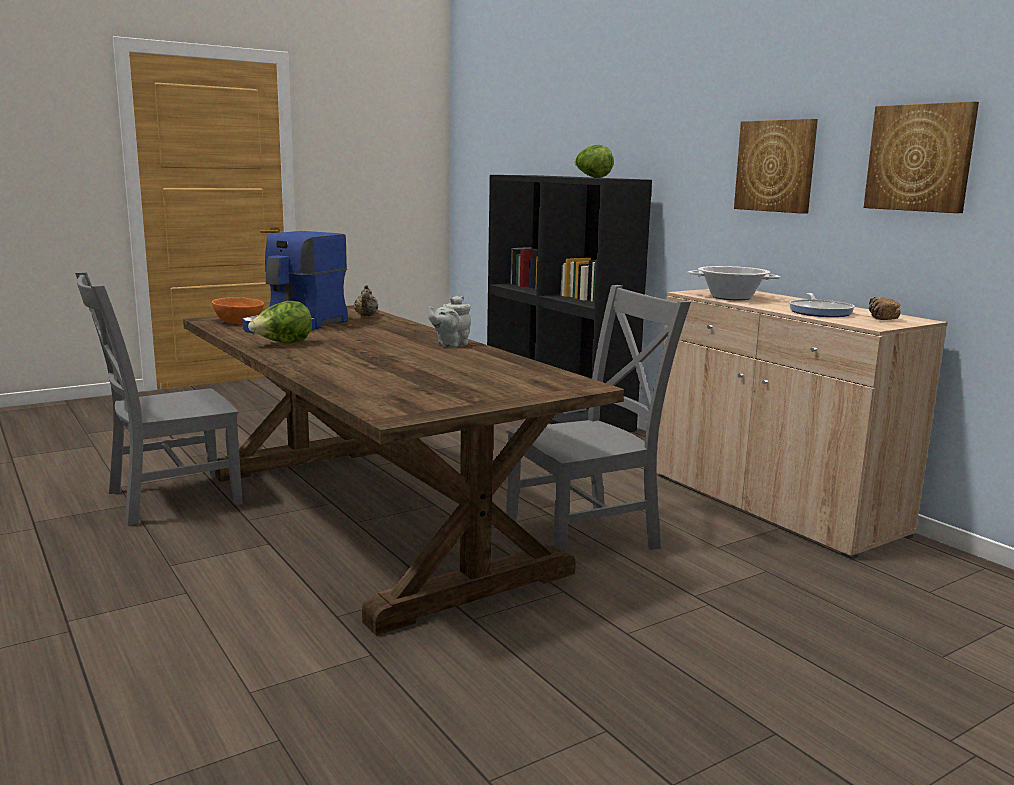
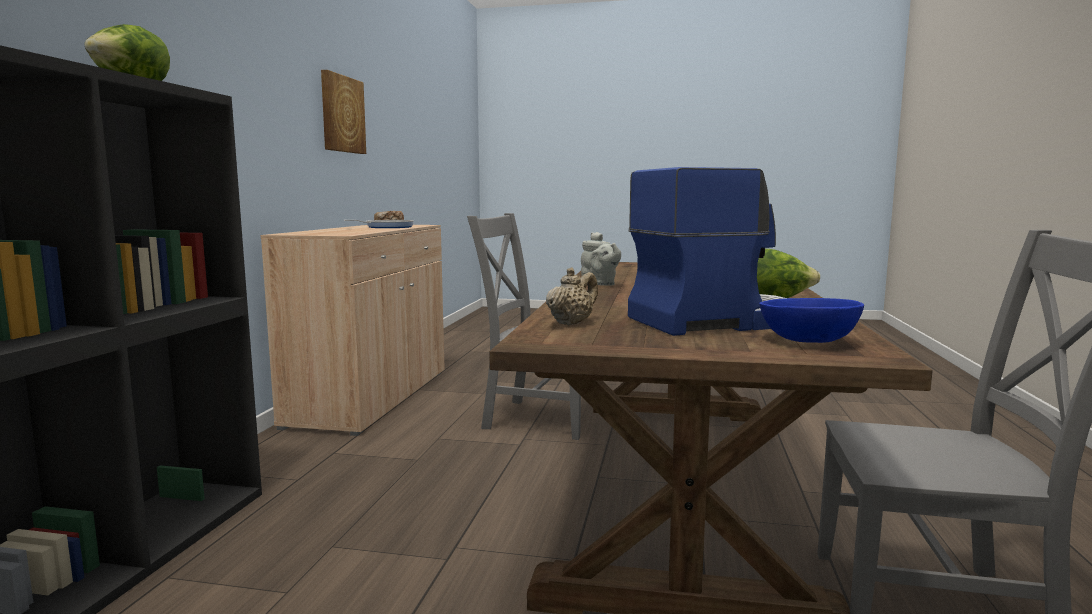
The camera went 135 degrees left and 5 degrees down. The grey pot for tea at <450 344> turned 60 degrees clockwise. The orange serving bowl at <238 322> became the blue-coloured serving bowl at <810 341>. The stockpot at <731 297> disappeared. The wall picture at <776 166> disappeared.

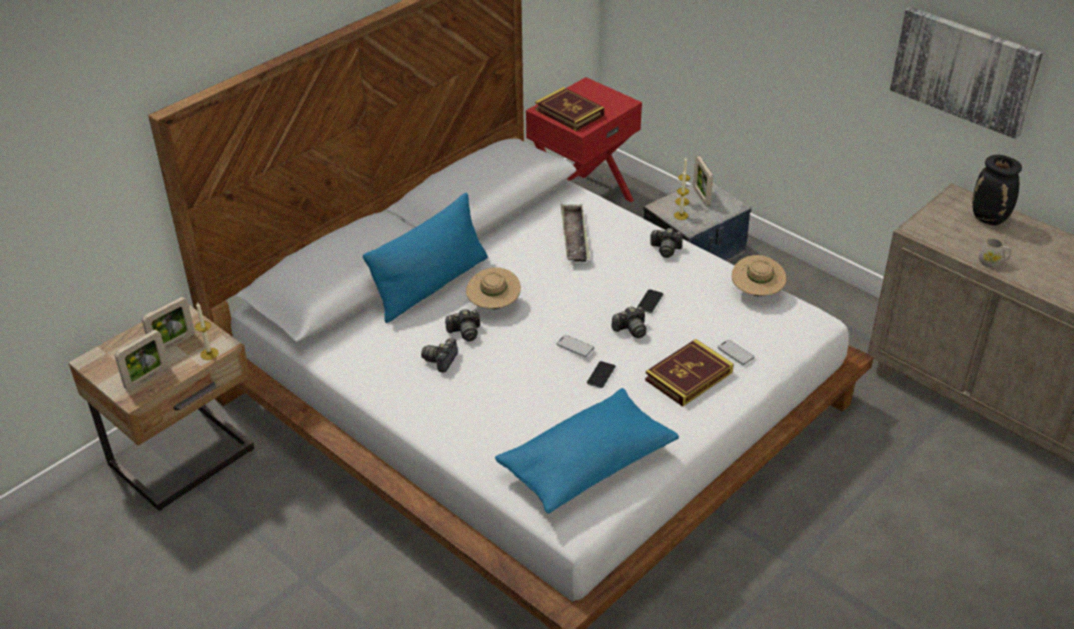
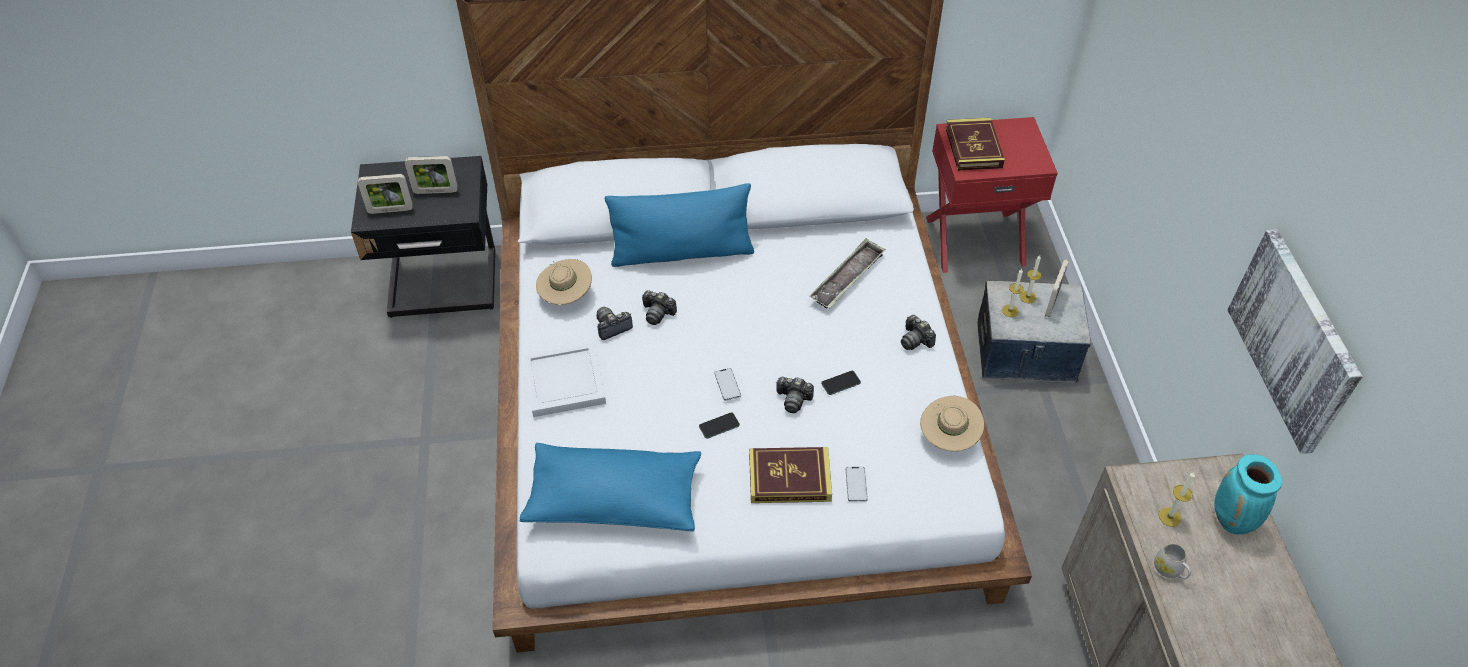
The camera went 40 degrees right and 10 degrees up. The sand-coloured nightstand at <185 459> became the blackish nightstand at <444 287>. The white-coloured serving tray at <563 381> appeared. The sand-coloured hat moved from <493 305> to <566 296>. The candle moved from <209 354> to <1169 517>. The blackish flower vase at <990 219> became the turquoise flower vase at <1232 521>.

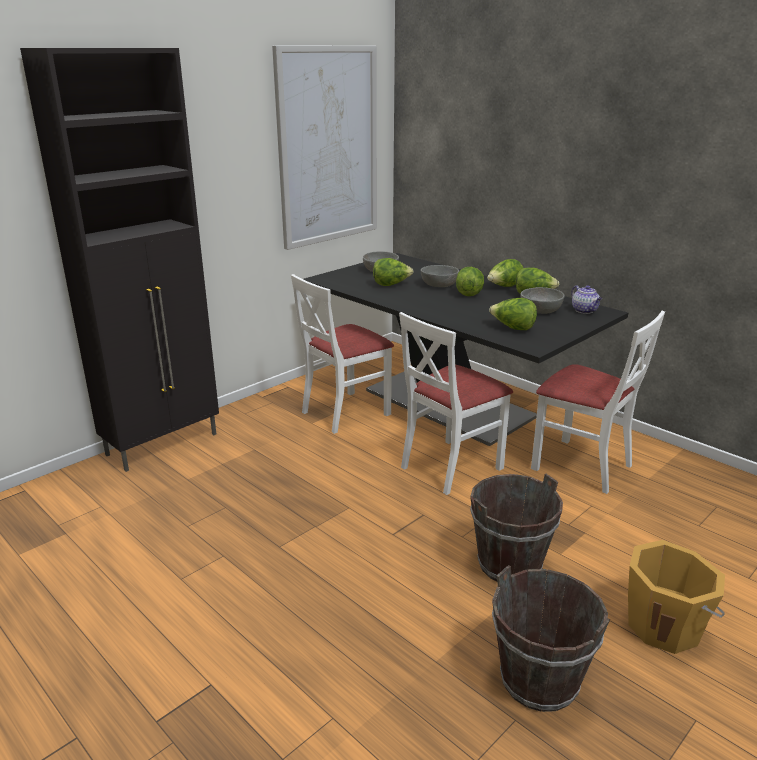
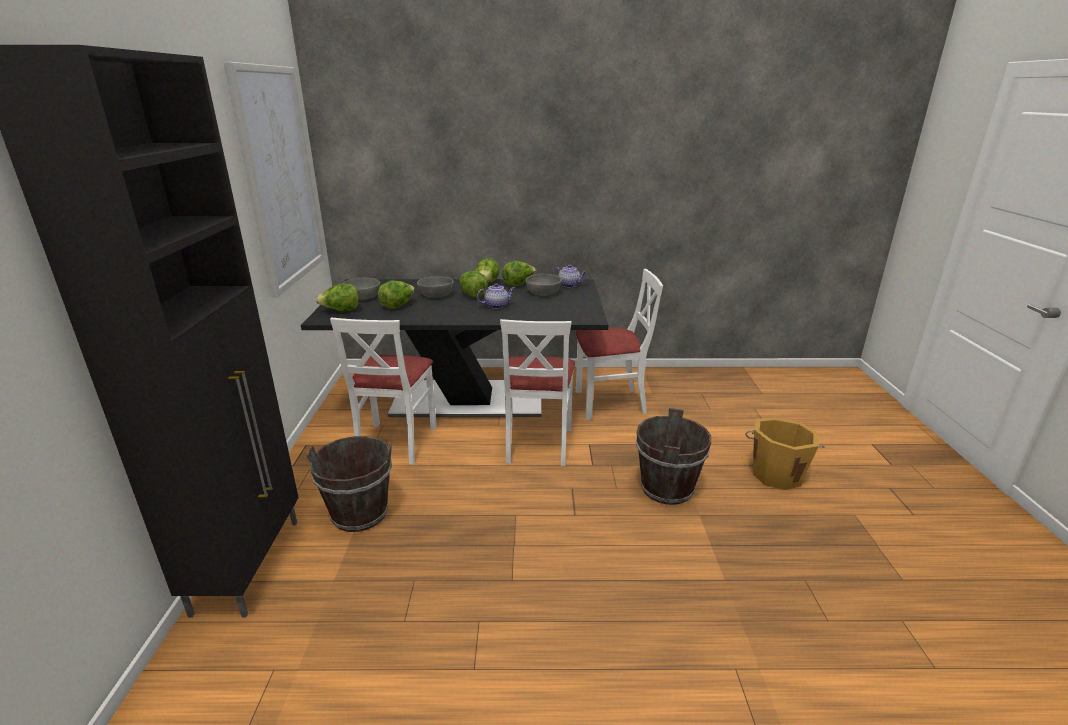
The camera went 45 degrees left and 0 degrees up. The brown bucket moved from <538 681> to <359 514>. The lettuce head moved from <513 328> to <341 311>. The pot for tea at <497 305> appeared.

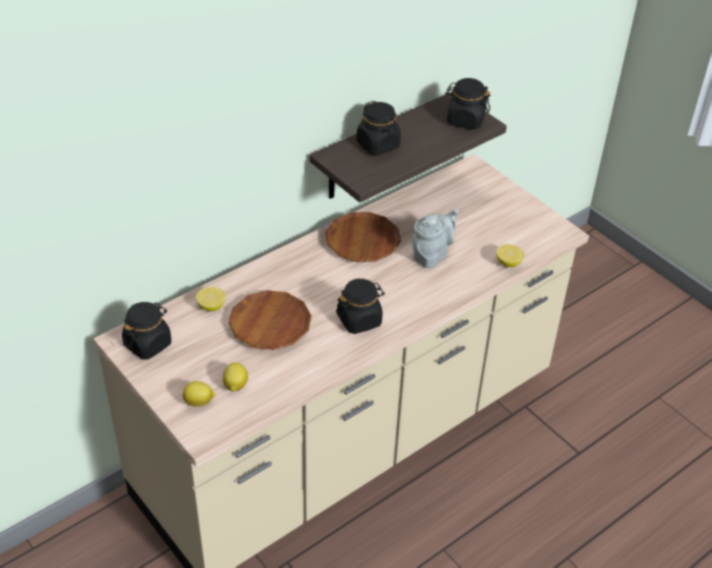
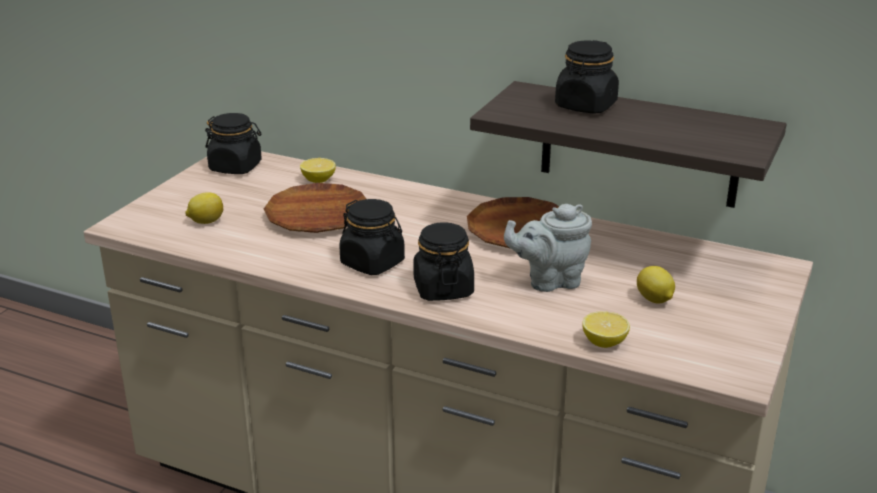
The camera went 65 degrees right and 15 degrees down. The blackish preserve jar moved from <465 120> to <443 289>. The grey pot for tea at <432 255> turned 150 degrees clockwise. The lemon moved from <199 402> to <654 300>.

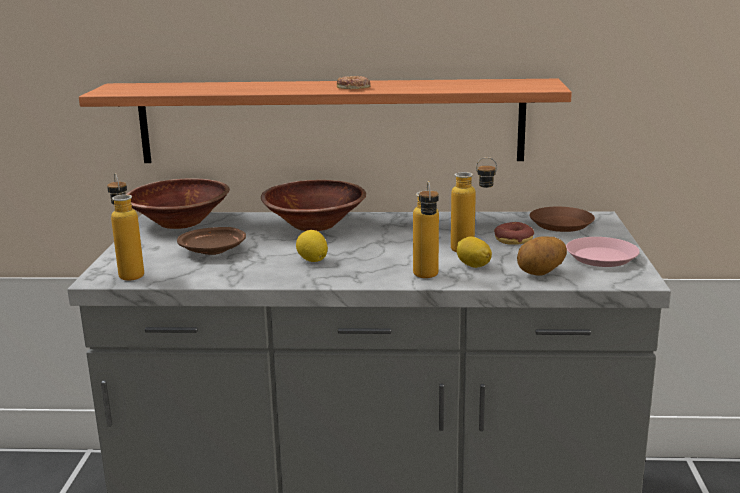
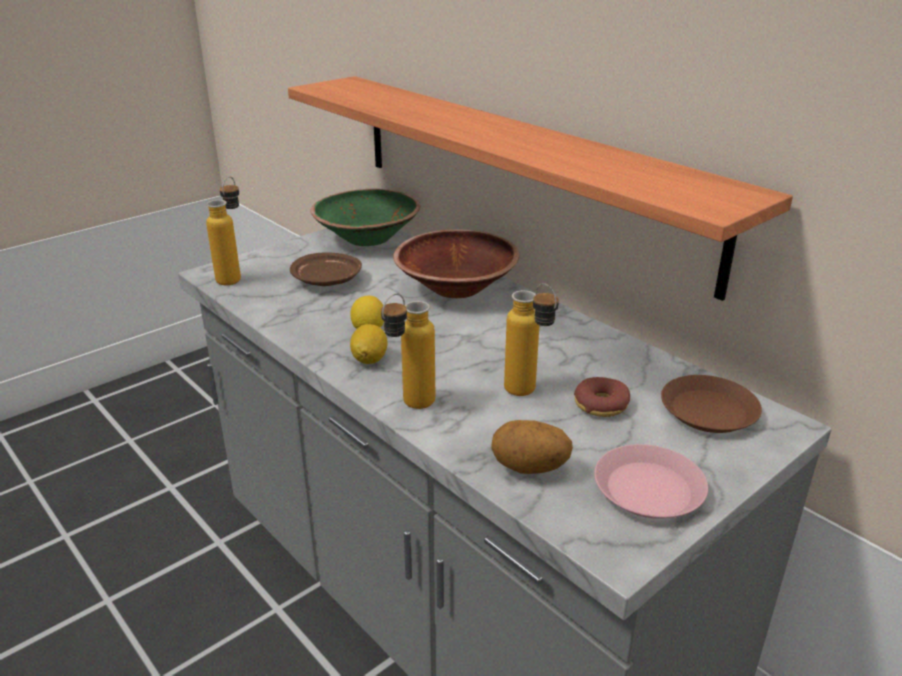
The camera went 45 degrees right and 10 degrees up. The brown serving bowl at <180 222> became the greenish serving bowl at <368 238>. The lemon moved from <473 265> to <369 359>. The doughnut at <353 87> disappeared.

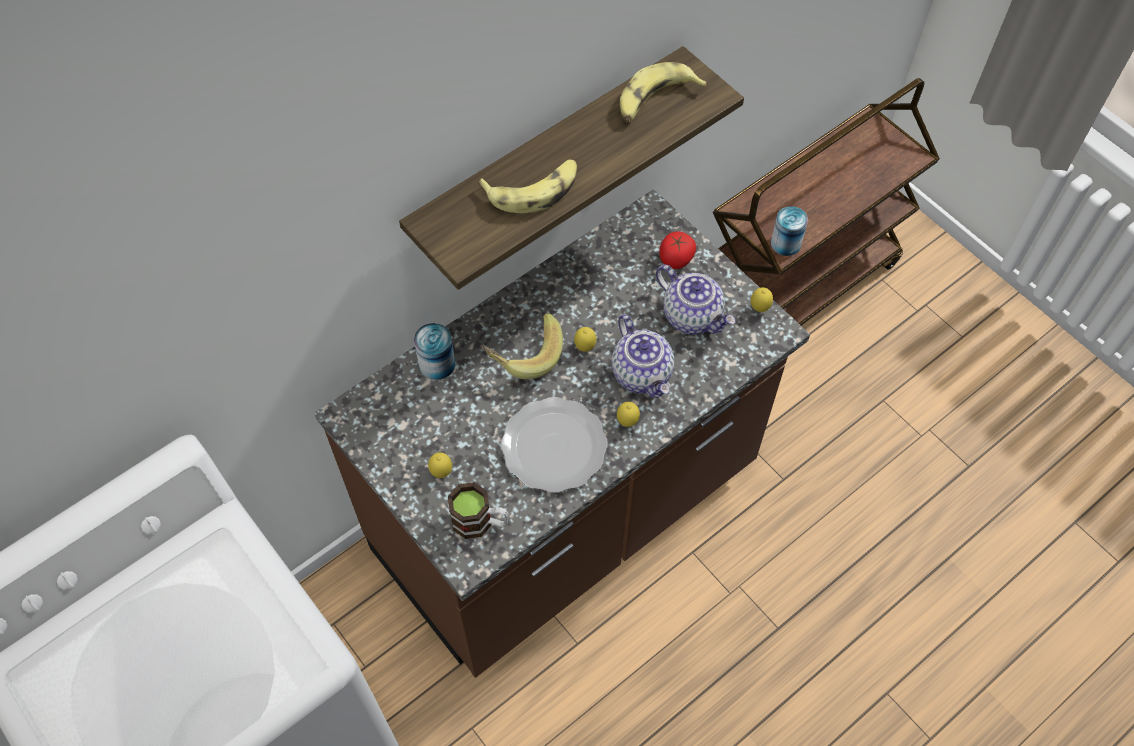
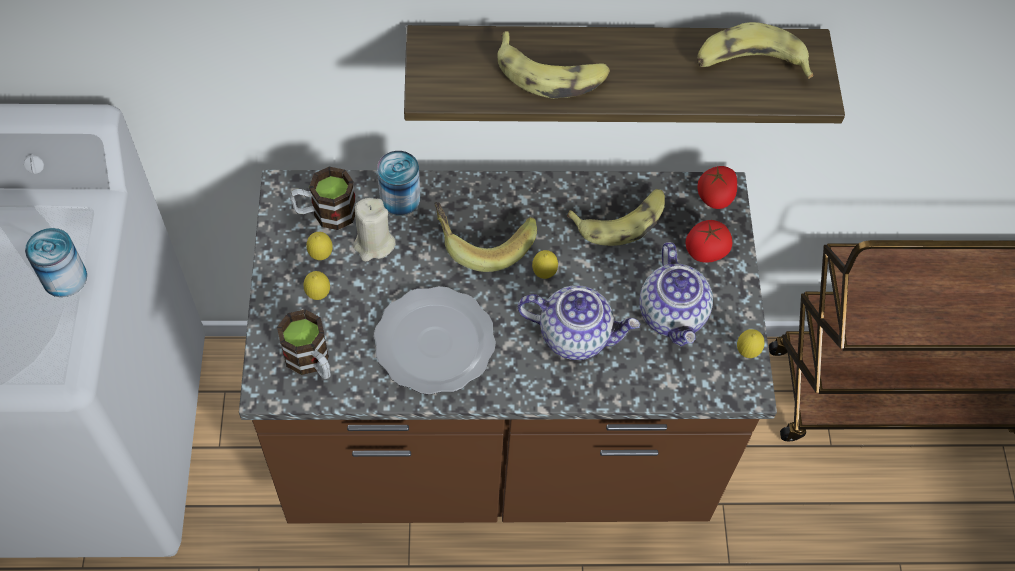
The camera went 35 degrees right and 0 degrees up. The metal can moved from <785 243> to <64 278>. The coffee mug at <325 213> appeared. The lemon moved from <627 422> to <321 255>. The sand-coloured candle at <374 244> appeared. The pot for tea at <642 374> turned 90 degrees counterclockwise. The banana at <621 220> appeared. The fresh tomato at <715 197> appeared.

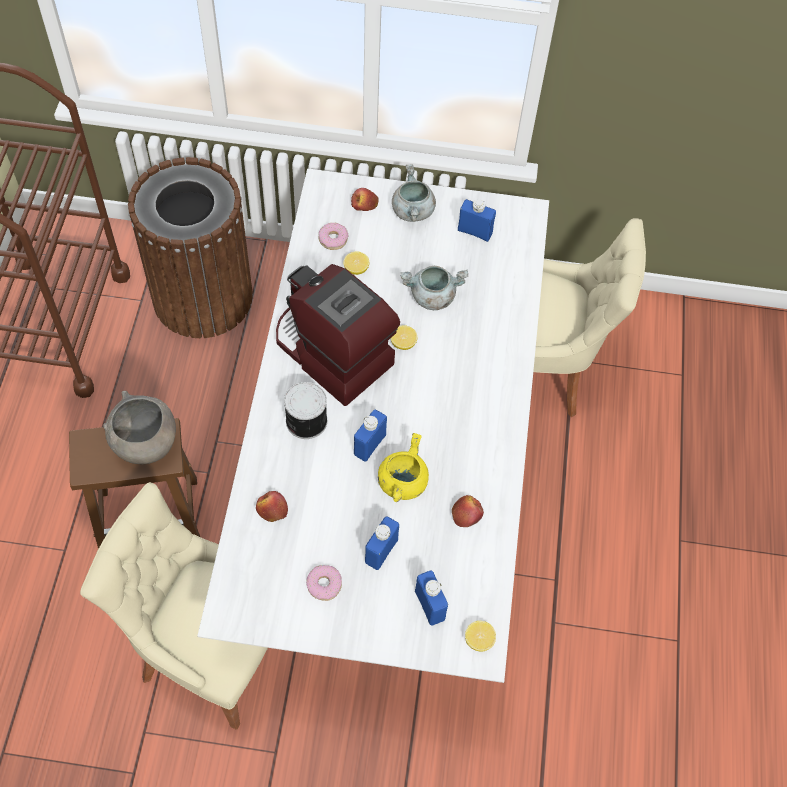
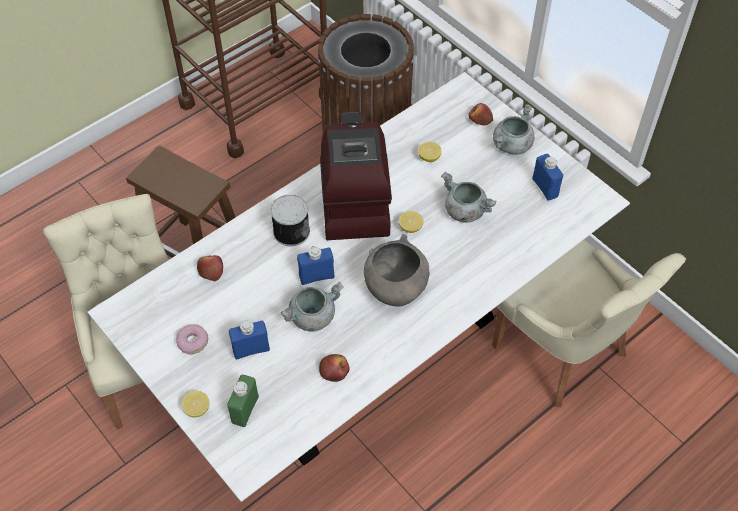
The camera went 45 degrees right and 5 degrees down. The lemon moved from <479 640> to <197 409>. The blue-coloured drink bottle at <429 605> became the greenish drink bottle at <245 409>. The yellowish stockpot at <402 482> became the grey stockpot at <312 316>. The grey serving bowl moved from <145 444> to <395 289>. The doughnut at <333 239> disappeared.

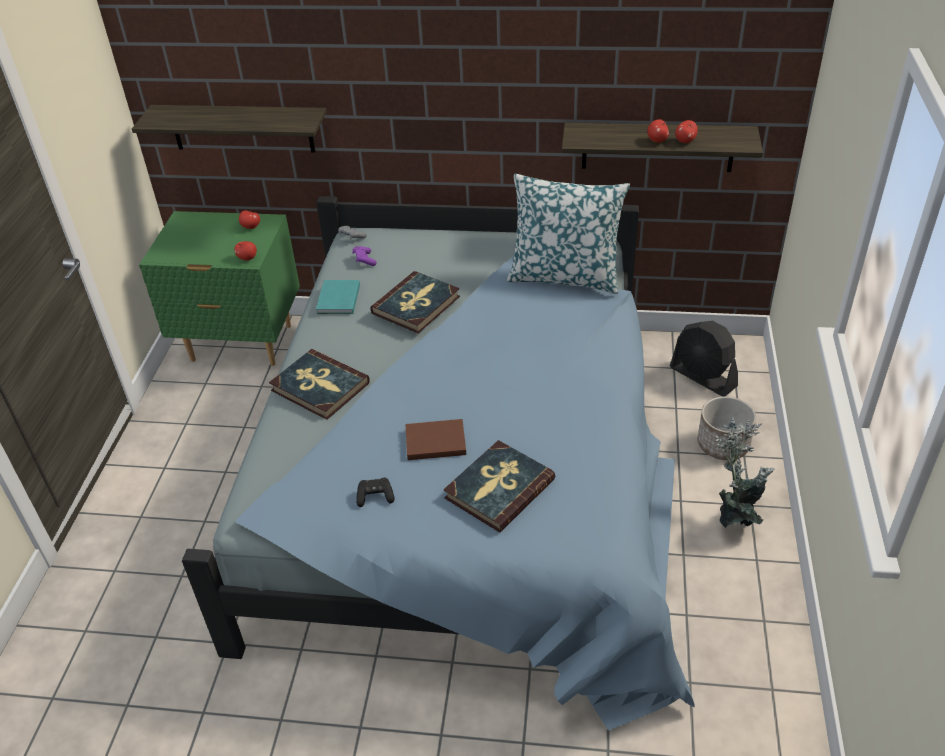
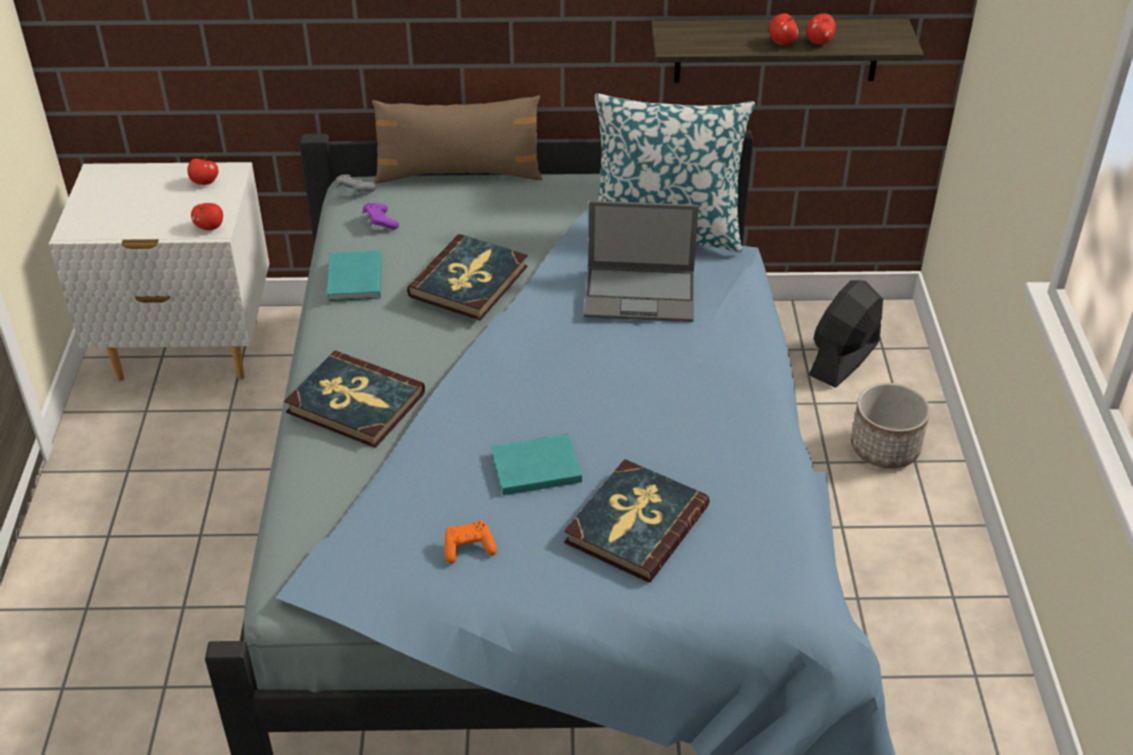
The camera went 10 degrees left and 0 degrees up. The greenish nightstand at <241 344> became the white-coloured nightstand at <188 351>. The brown pillow at <459 173> appeared. The blackish joypad at <375 497> became the orange joypad at <468 548>. The brown volume at <433 441> became the turquoise volume at <533 467>. The portable computer at <641 294> appeared. The blackish electric fan at <703 377> turned 90 degrees clockwise. The bracket shelf at <242 128> disappeared. The plant in a pot at <736 515> disappeared.

